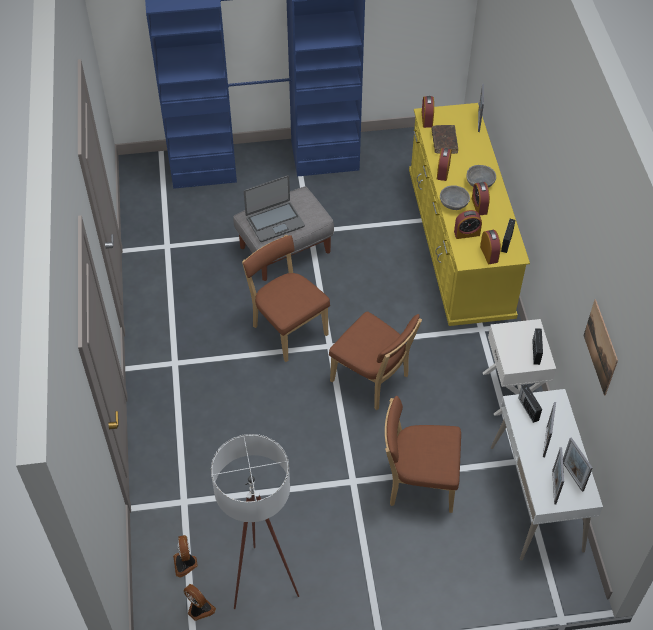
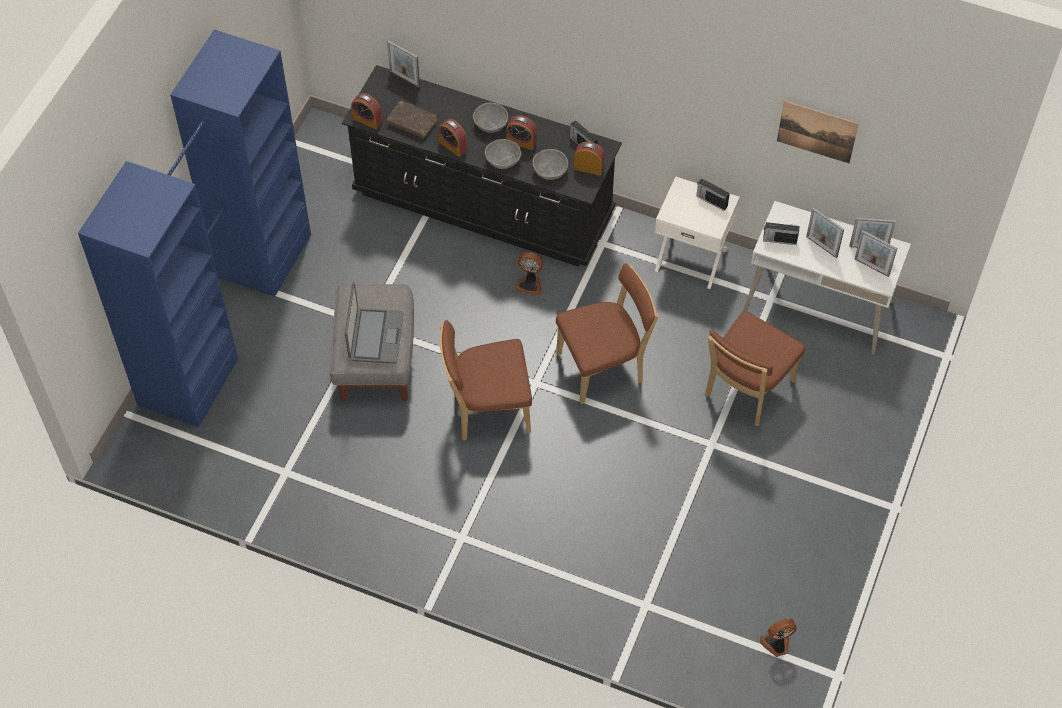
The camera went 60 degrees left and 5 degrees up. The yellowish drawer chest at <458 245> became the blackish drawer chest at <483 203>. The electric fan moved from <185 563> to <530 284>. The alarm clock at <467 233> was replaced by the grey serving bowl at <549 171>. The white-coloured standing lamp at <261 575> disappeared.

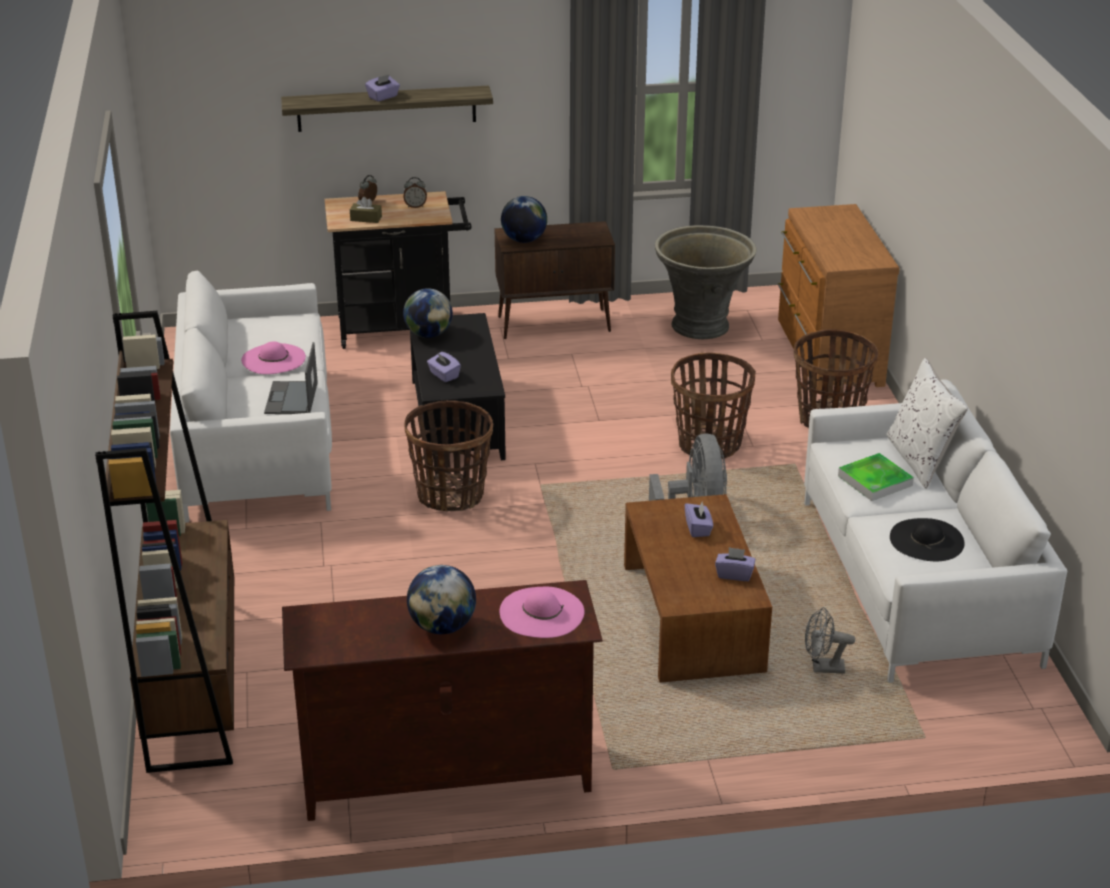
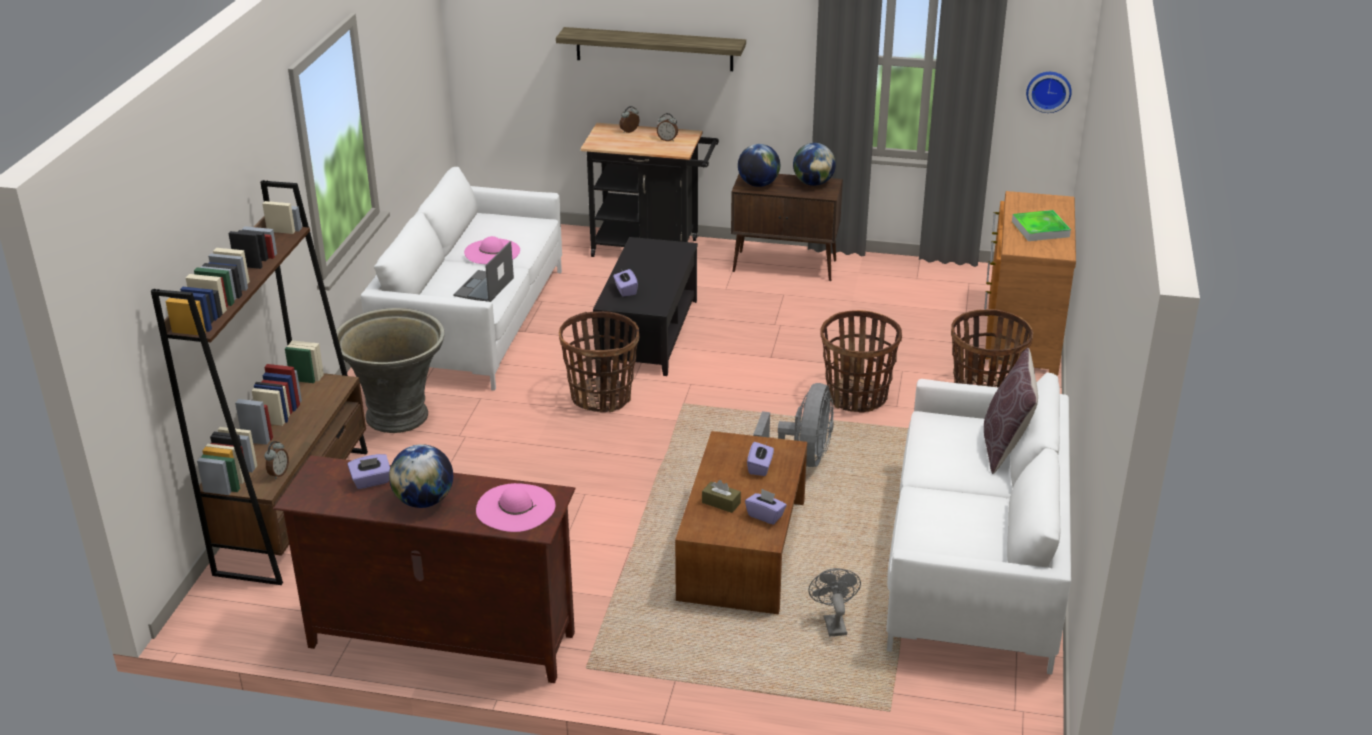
The camera went 20 degrees right and 0 degrees up. The alarm clock at <278 473> appeared. The grey flower pot moved from <701 326> to <399 416>. The purplish tissue holder moved from <383 97> to <371 481>. The brown tissue holder moved from <366 218> to <721 503>. The desk globe moved from <428 334> to <813 183>. The grey electric fan at <822 668> turned 60 degrees clockwise. The white-coloured pillow at <920 460> became the brown pillow at <1005 446>. The serving tray moved from <875 481> to <1040 229>. The clock on the wall at <1048 90> appeared. The blackish hat at <926 540> disappeared.

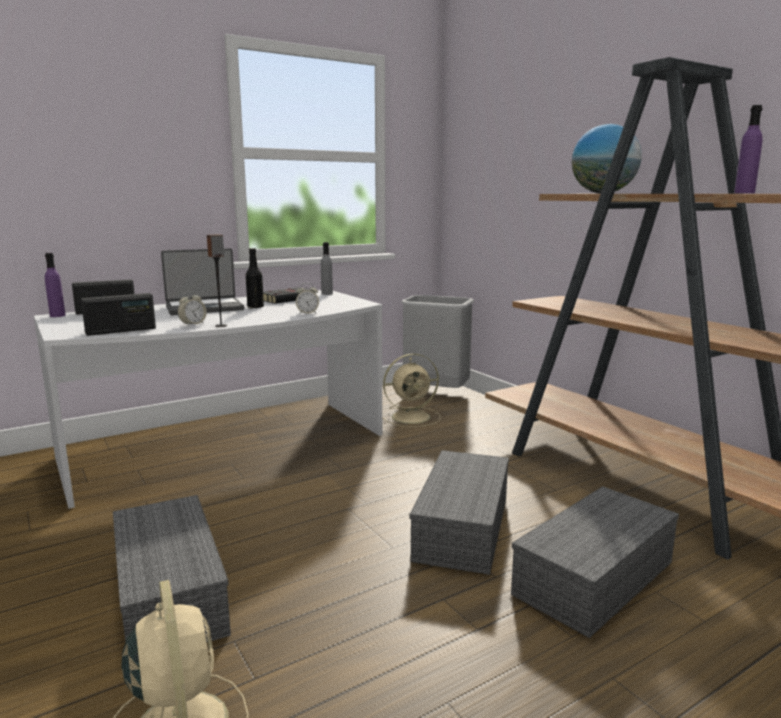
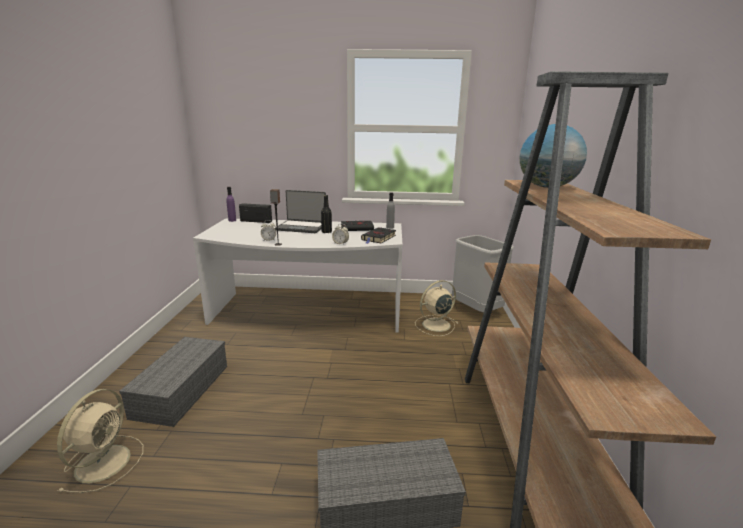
The camera went 35 degrees right and 5 degrees up. The blackish volume at <378 238> appeared. The sand-coloured electric fan at <412 417> turned 135 degrees clockwise. The radio set at <121 331> disappeared. The grey storage box at <464 529> disappeared. The purplish drink bottle at <744 193> disappeared.

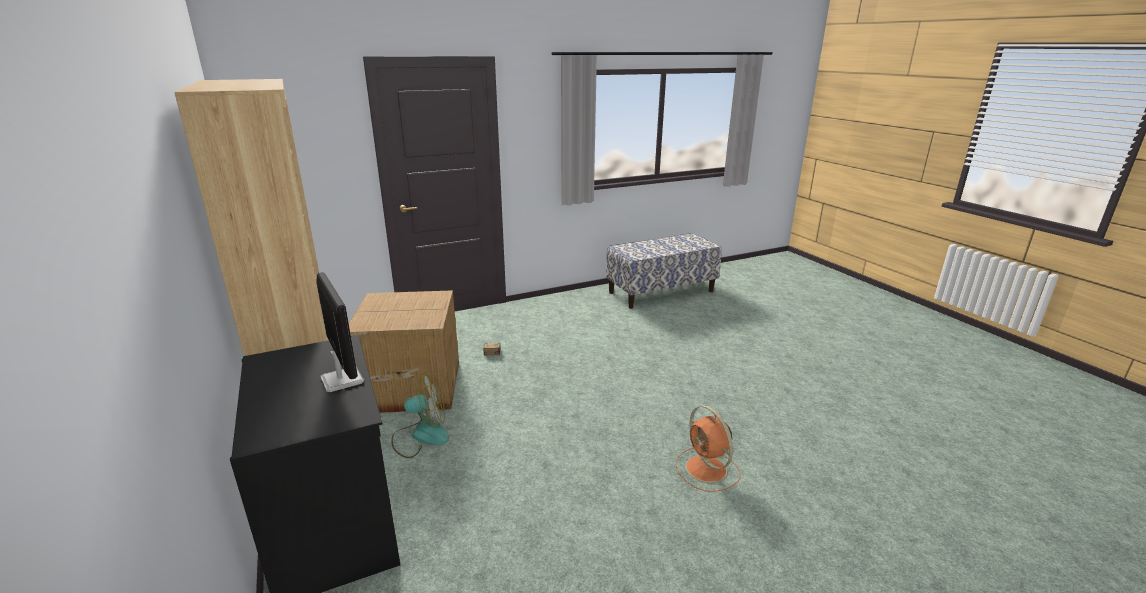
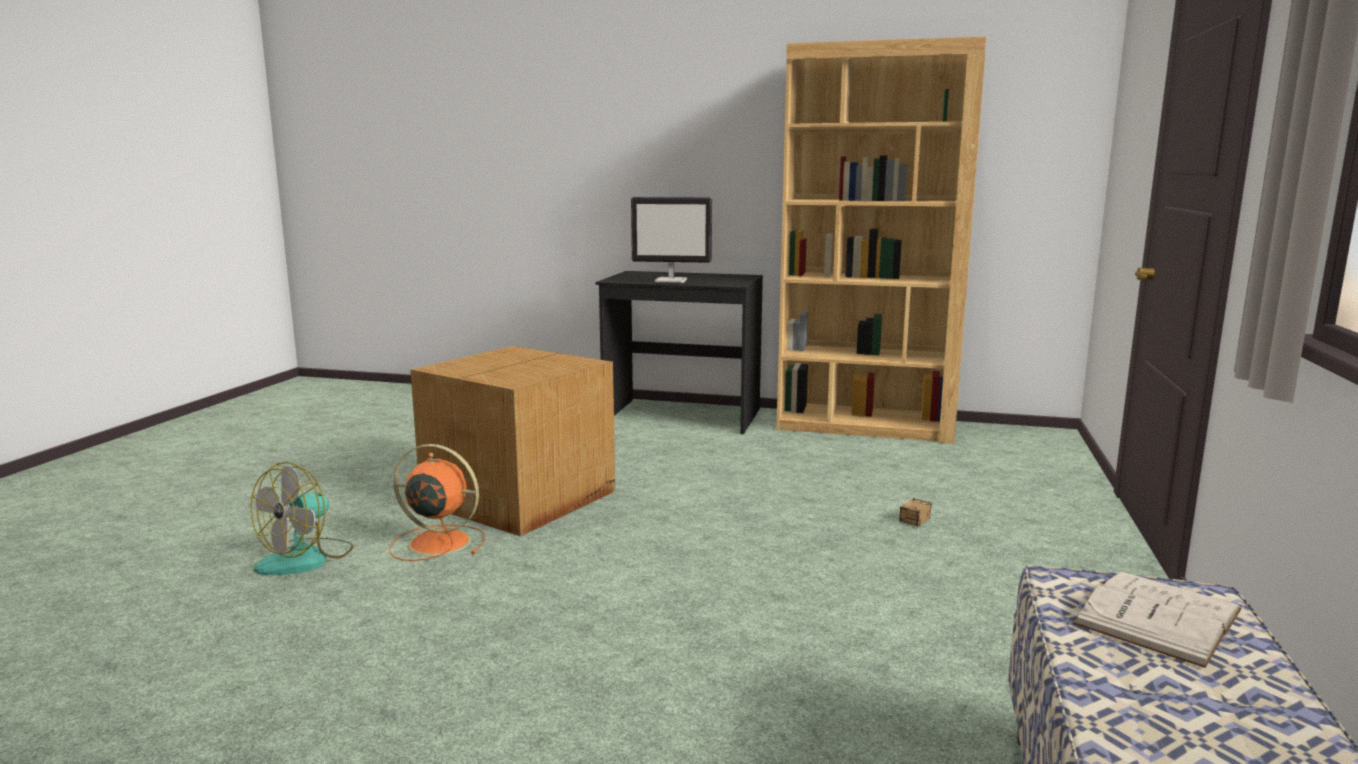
The camera went 130 degrees right and 10 degrees down. The electric fan moved from <421 436> to <306 558>. The packing box moved from <411 385> to <523 497>. The white-coloured volume at <1158 617> appeared.

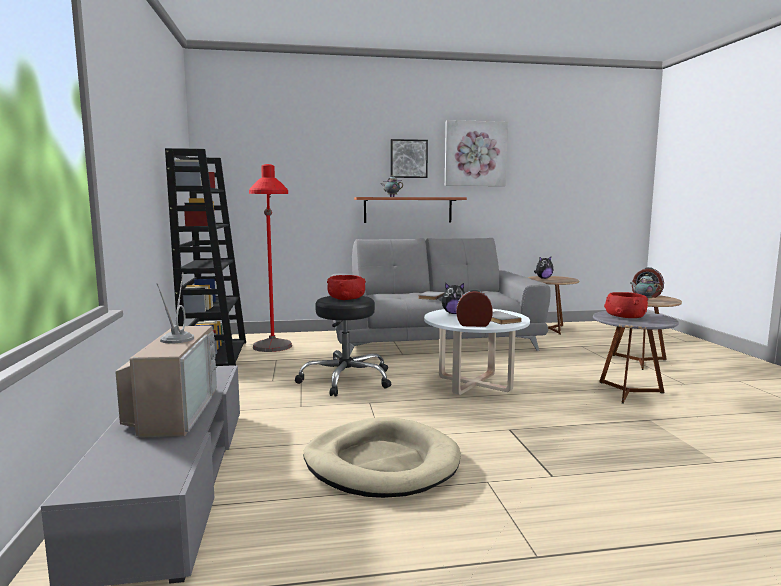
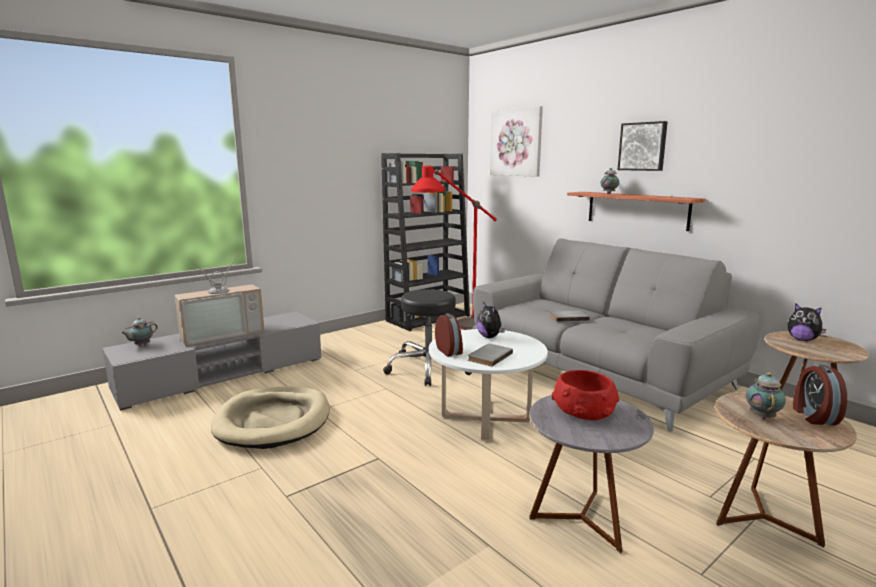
The camera went 60 degrees right and 5 degrees up. The pot for tea at <141 345> appeared. The wall picture moved from <475 154> to <516 142>. The reddish serving bowl at <346 298> disappeared.

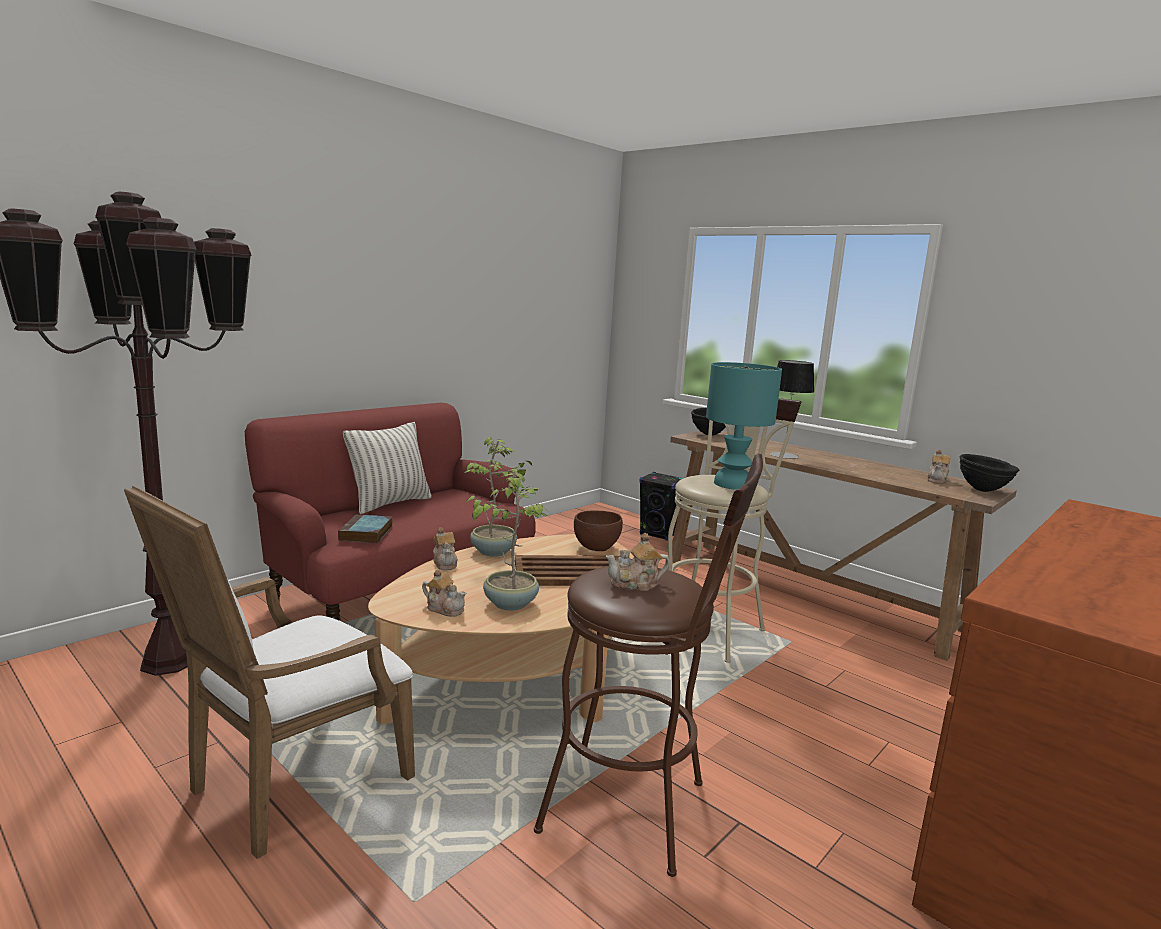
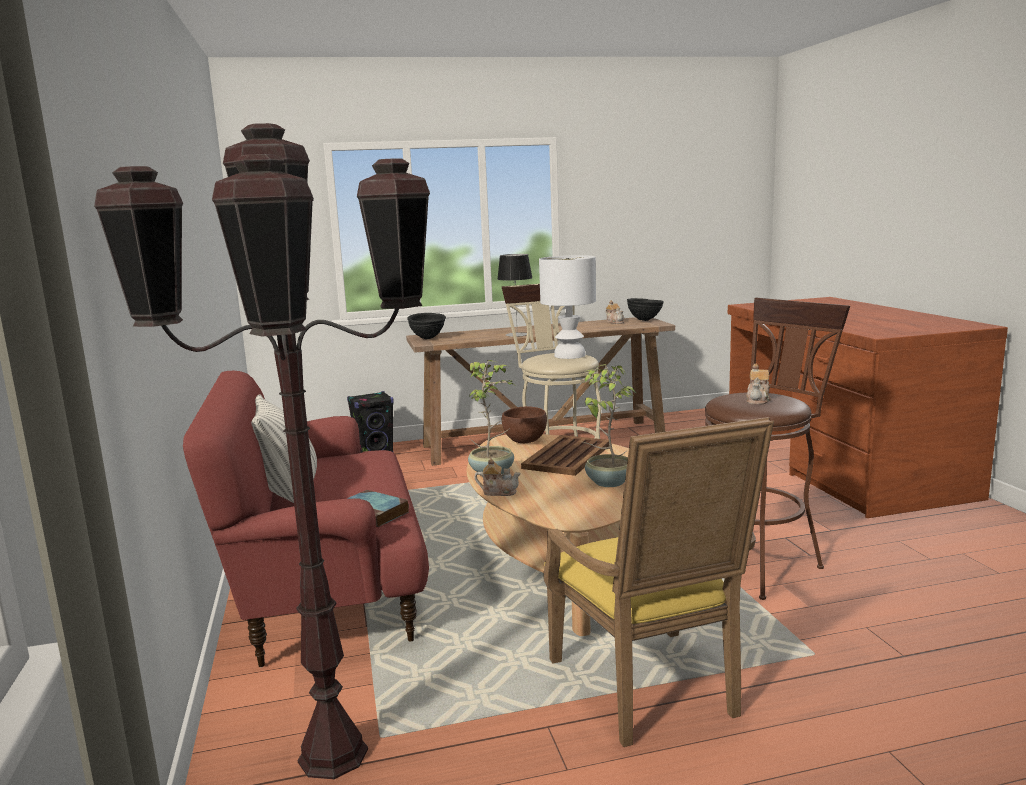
The camera went 55 degrees left and 0 degrees up. The turquoise table lamp at <732 484> became the white-coloured table lamp at <569 355>. The white-coloured lounge chair at <288 787> became the yellowish lounge chair at <651 692>. The pot for tea at <445 609> disappeared.

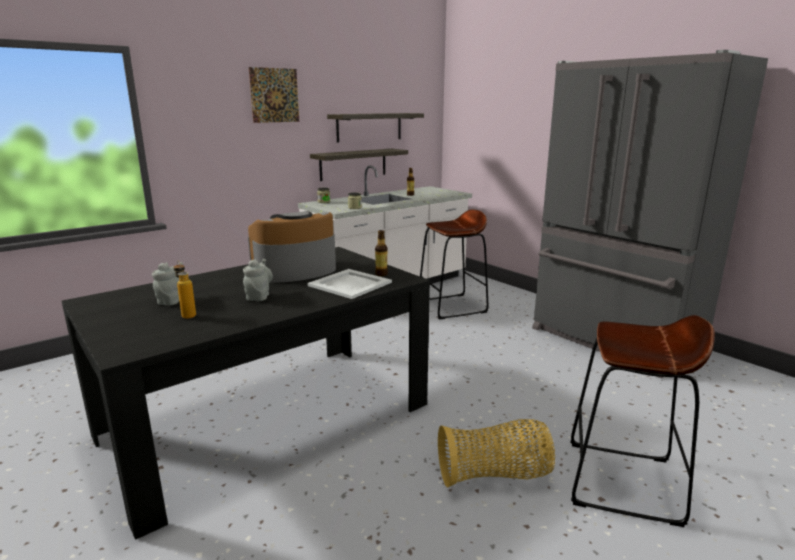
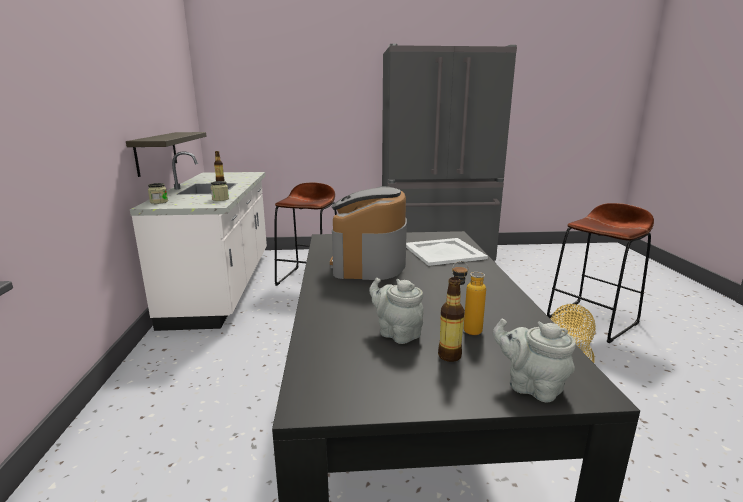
The camera went 55 degrees left and 0 degrees up. The drink bottle moved from <381 274> to <449 355>. The grey pot for tea moved from <258 296> to <531 386>. The wall picture at <274 95> disappeared. The bracket shelf at <369 127> disappeared.

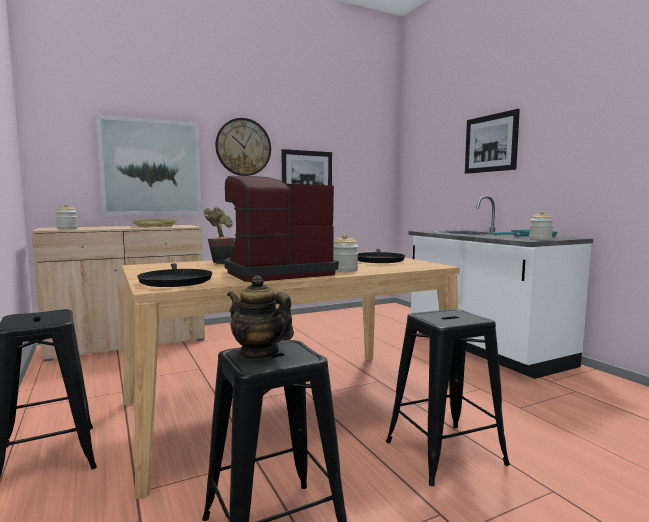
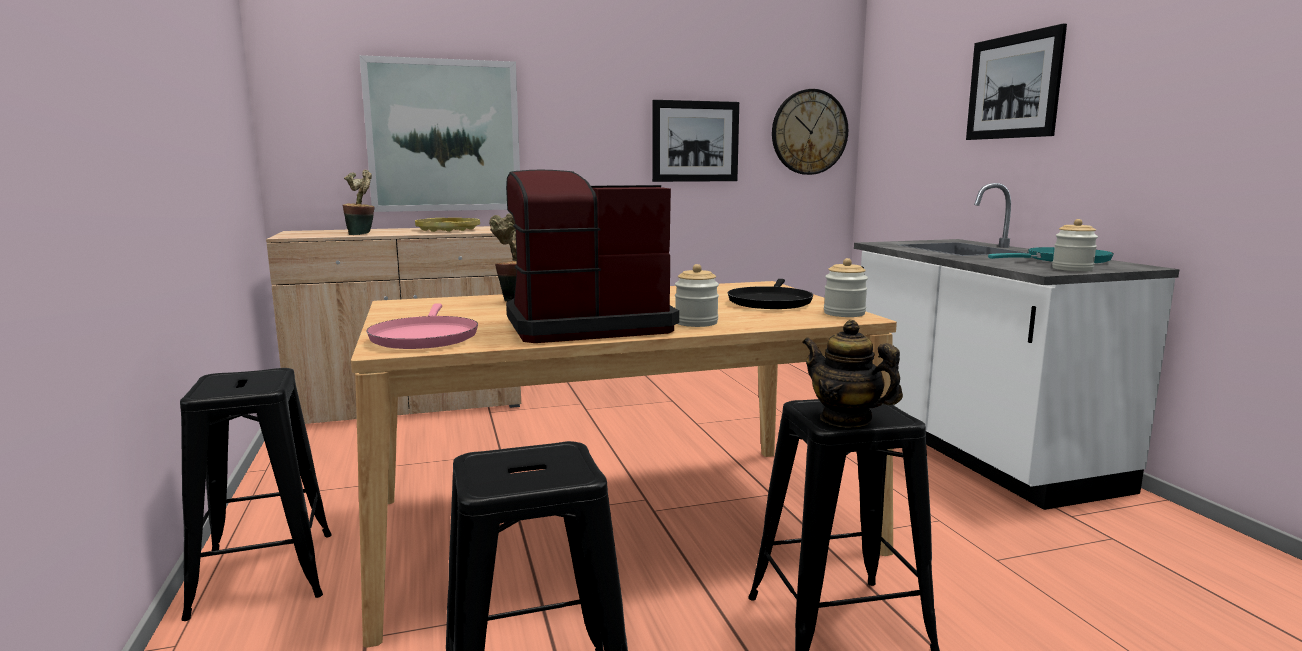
The camera went 10 degrees right and 5 degrees up. The plant in a pot at <362 234> appeared. The blackish pan at <175 281> became the pinkish pan at <425 337>. The clock on the wall moved from <243 147> to <809 132>. The pot for tea moved from <258 353> to <846 419>. The preserve jar moved from <67 228> to <844 313>.

